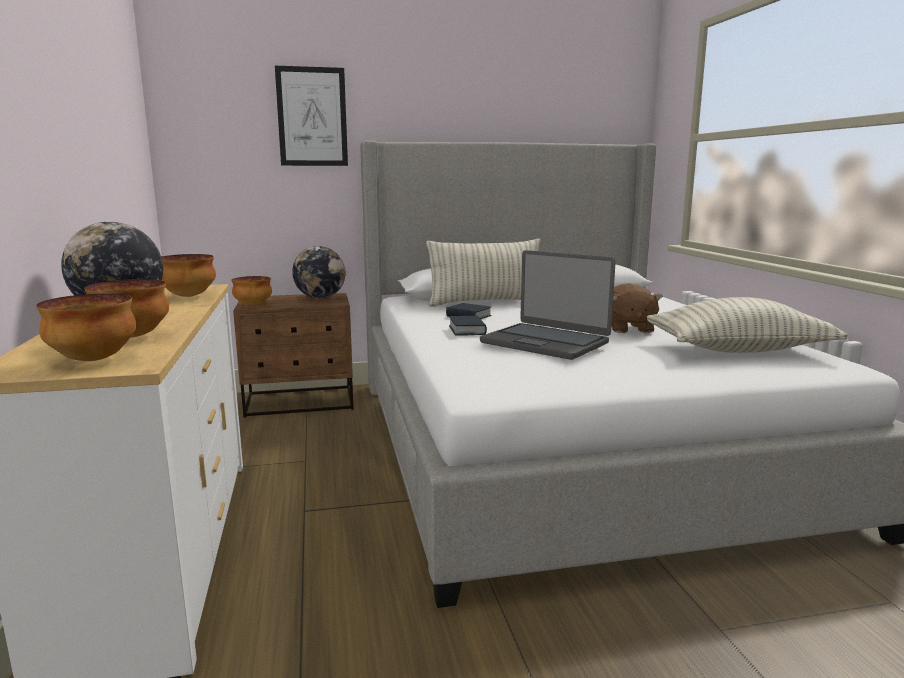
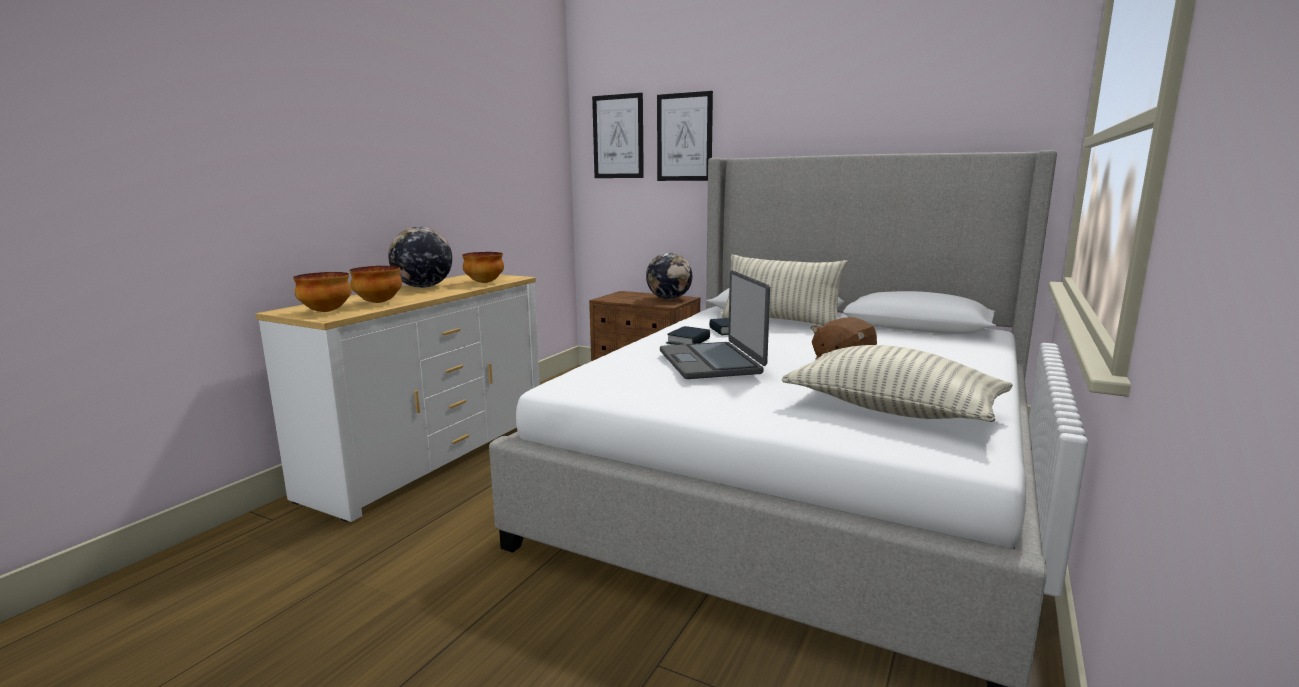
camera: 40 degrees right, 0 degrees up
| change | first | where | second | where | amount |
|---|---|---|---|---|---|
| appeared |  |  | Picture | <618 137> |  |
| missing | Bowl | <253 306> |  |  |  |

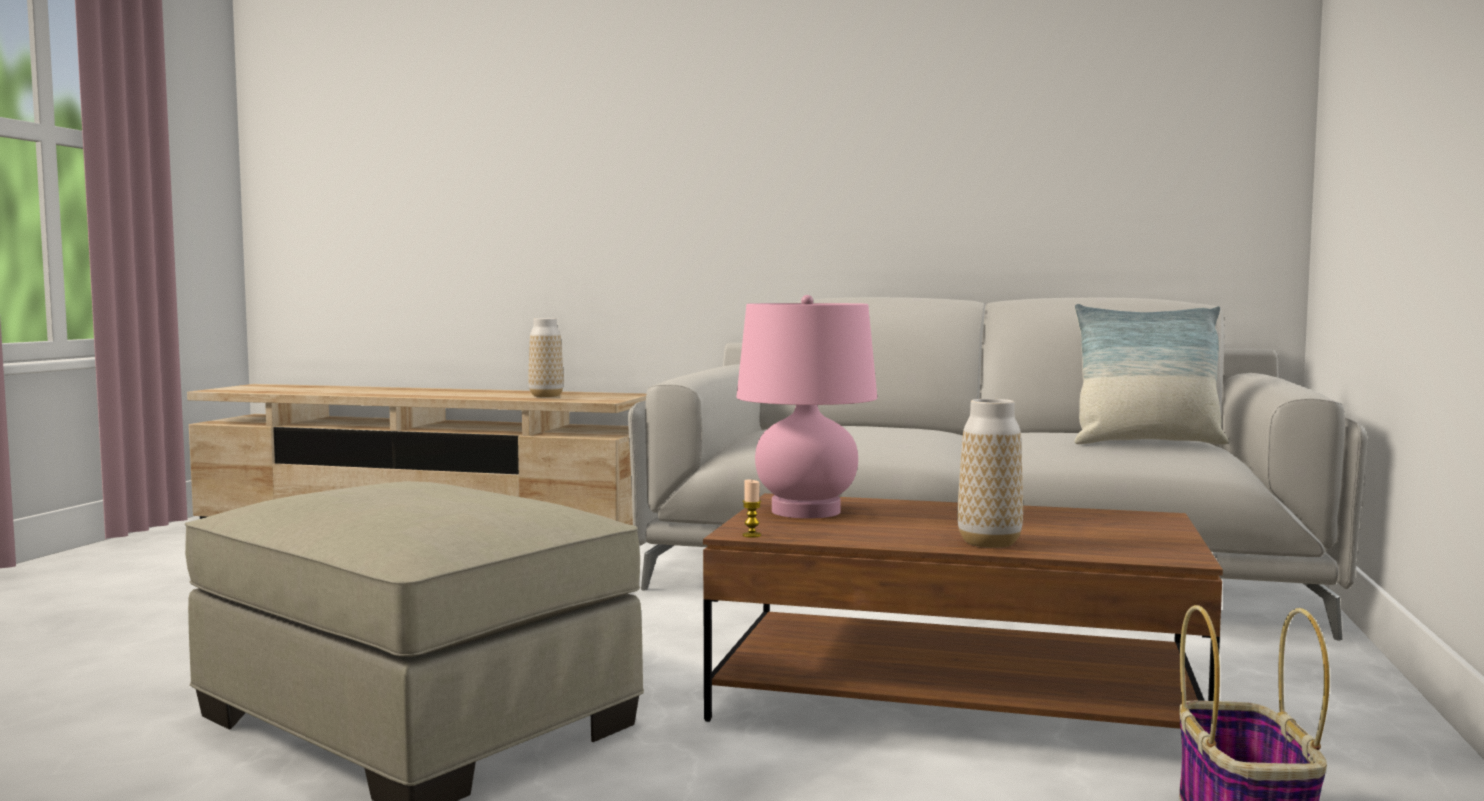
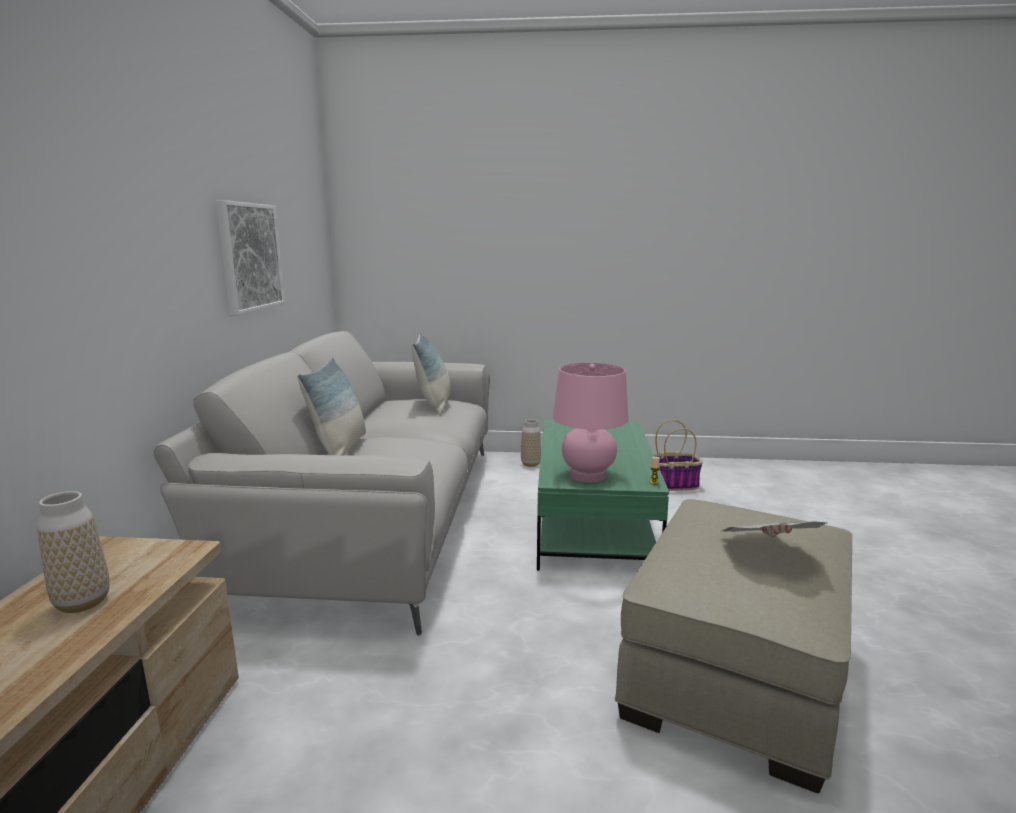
camera: 100 degrees left, 10 degrees up
| change | first | where | second | where | amount |
|---|---|---|---|---|---|
| appeared |  |  | Picture | <250 257> |  |
| appeared |  |  | Cushion | <340 449> |  |
| relocated | DecorativeVase | <989 543> |  | <530 464> |  |
| colour | BrownColouredCoffeeTable | <955 698> | GreenColouredCoffeeTable | <592 521> |  |
| appeared |  |  | Newspaper | <767 551> |  |

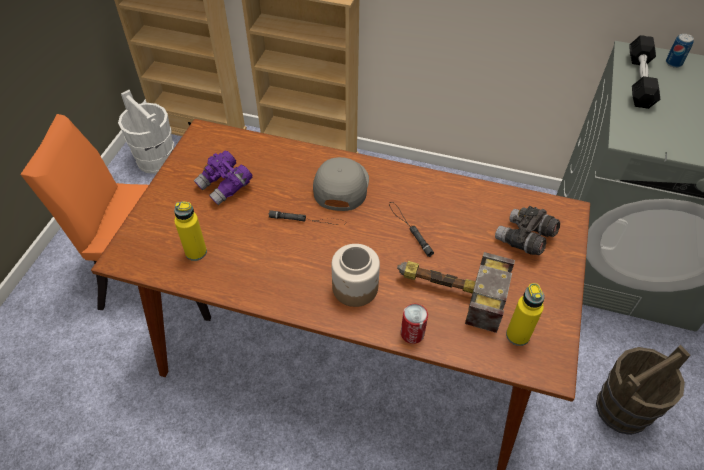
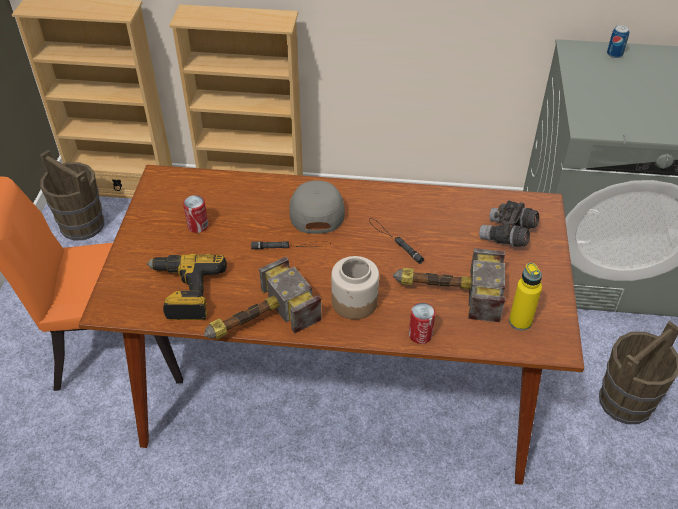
camera: 10 degrees left, 5 degrees down
| change | first | where | second | where | amount |
|---|---|---|---|---|---|
| colour | WhiteColouredWaterBucket | <156 159> | BrownColouredWaterBucket | <82 225> |  |
| exchanged | YellowColouredBottle | <196 252> | ElectricDrill | <185 292> |  |
| exchanged | PurpleColouredFieldGlasses | <225 186> | Can | <198 226> |  |
| appeared |  |  | HandHammer | <256 321> |  |
| missing | BlackColouredHandWeight | <639 80> |  |  |  |

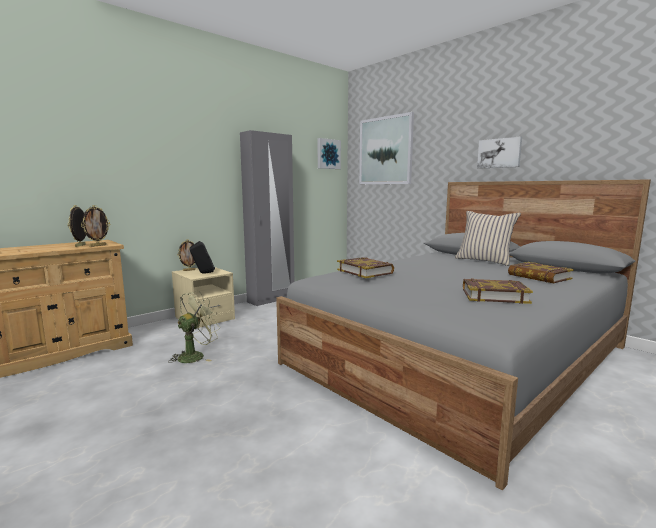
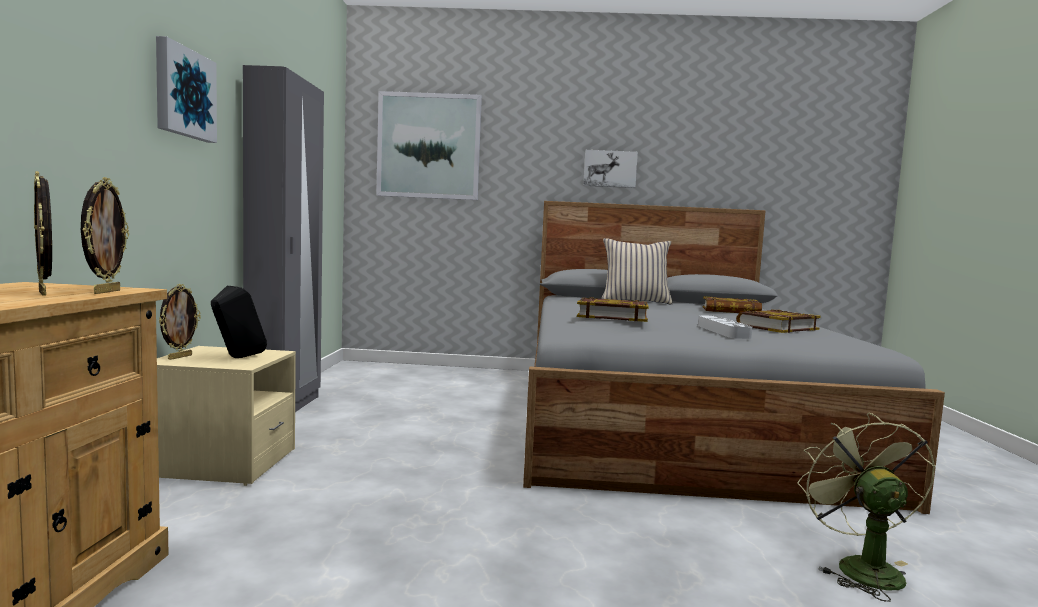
camera: 45 degrees left, 5 degrees down
| change | first | where | second | where | amount |
|---|---|---|---|---|---|
| relocated | Picture | <328 154> |  | <183 93> |  |
| appeared |  |  | GrayCarryingTray | <723 331> |  |
| relocated | GreenColouredCoolingFan | <195 356> |  | <859 567> |  |

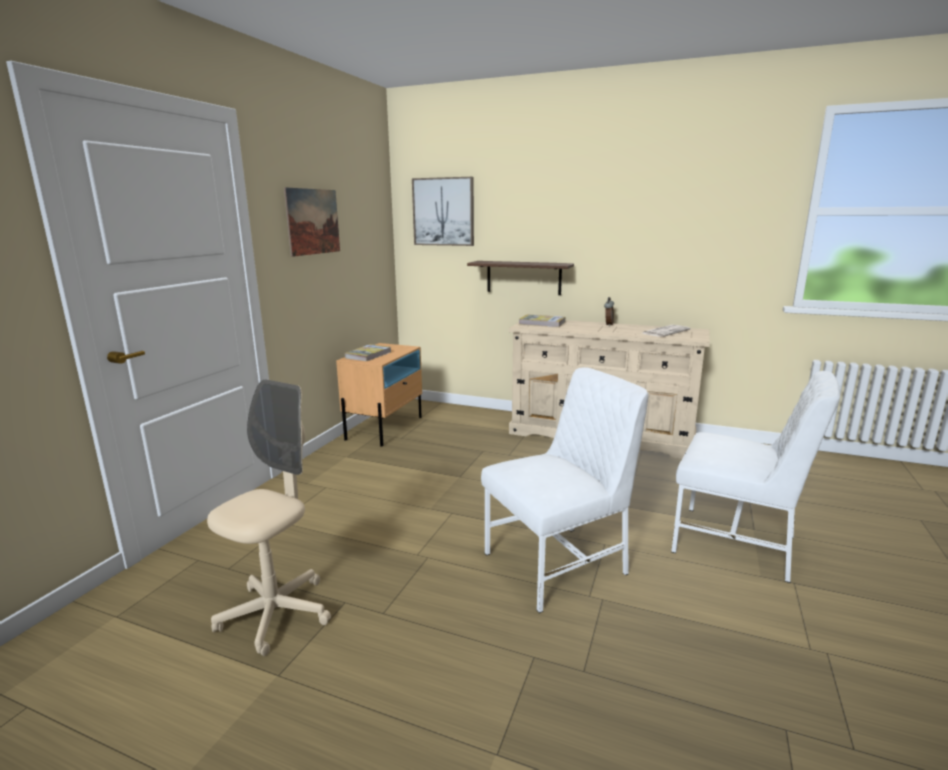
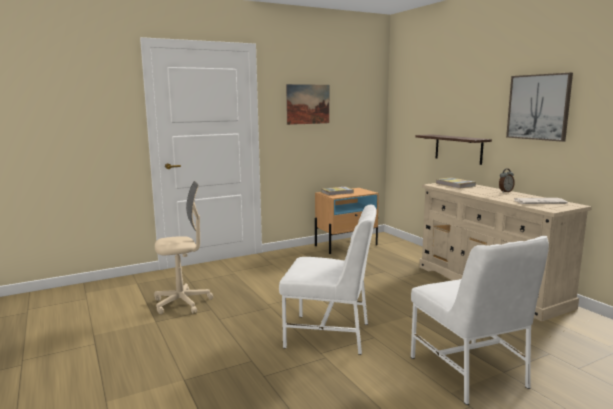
camera: 40 degrees right, 5 degrees down
| change | first | where | second | where | amount |
|---|---|---|---|---|---|
| relocated | Picture | <443 212> |  | <538 107> |  |

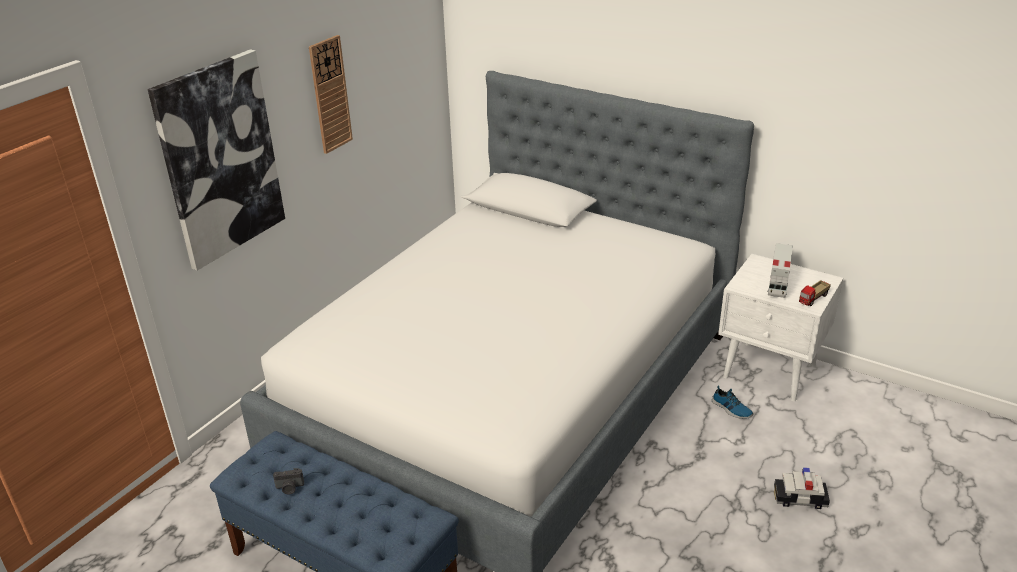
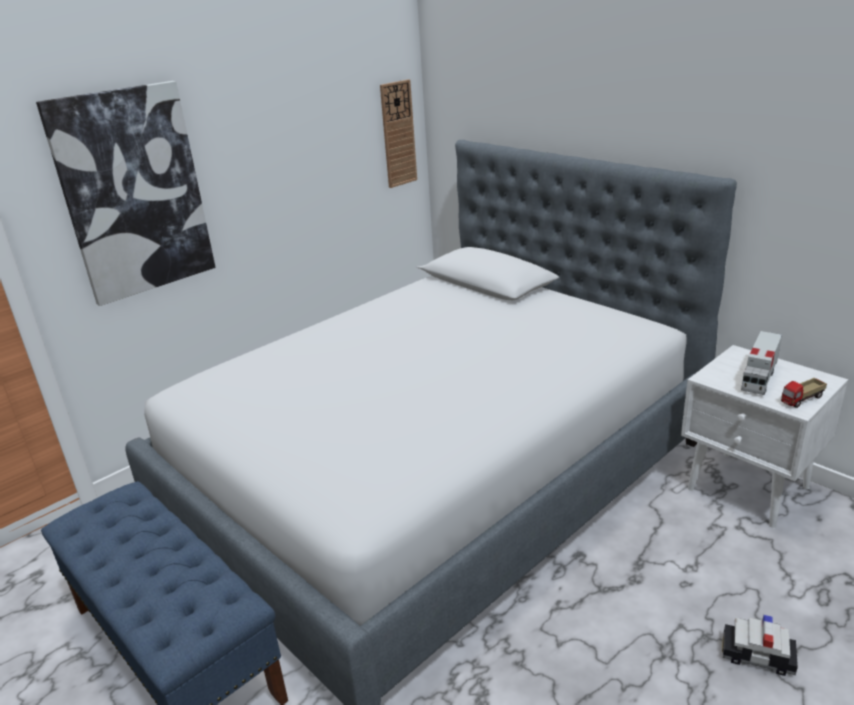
camera: 15 degrees right, 5 degrees down
| change | first | where | second | where | amount |
|---|---|---|---|---|---|
| relocated | ClockOnTheWall | <330 95> |  | <398 134> |  |
| missing | PhotoCamera | <289 488> |  |  |  |
| missing | LowShoe | <731 409> |  |  |  |

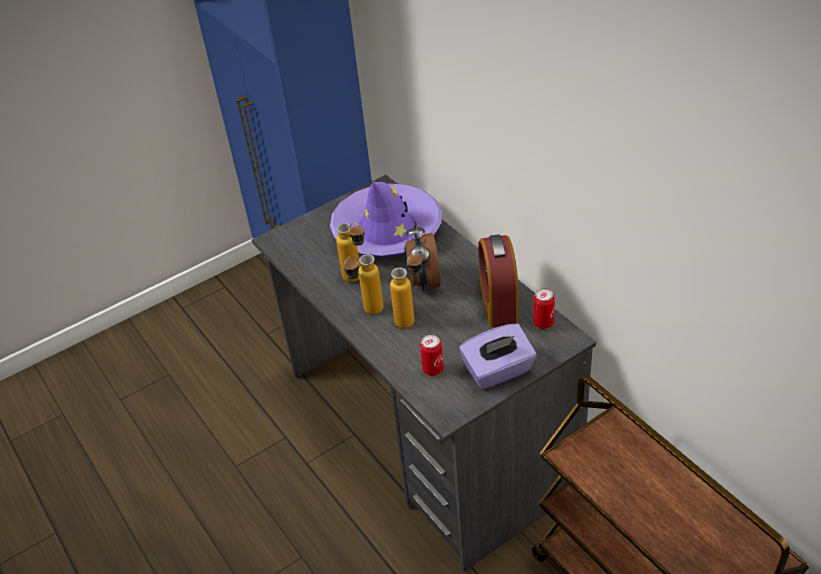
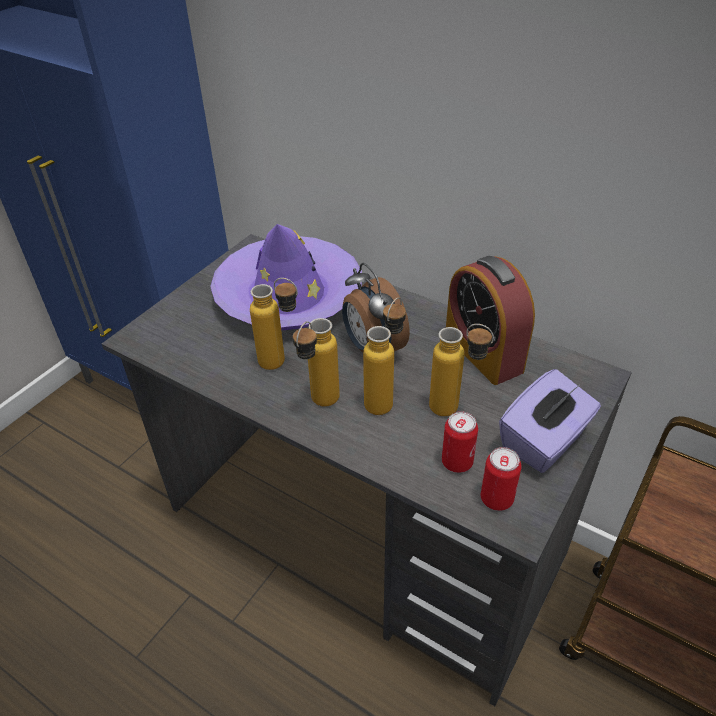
camera: 25 degrees left, 0 degrees up
| change | first | where | second | where | amount |
|---|---|---|---|---|---|
| appeared |  |  | Bottle | <455 411> |  |
| relocated | Can | <543 323> |  | <496 499> |  |

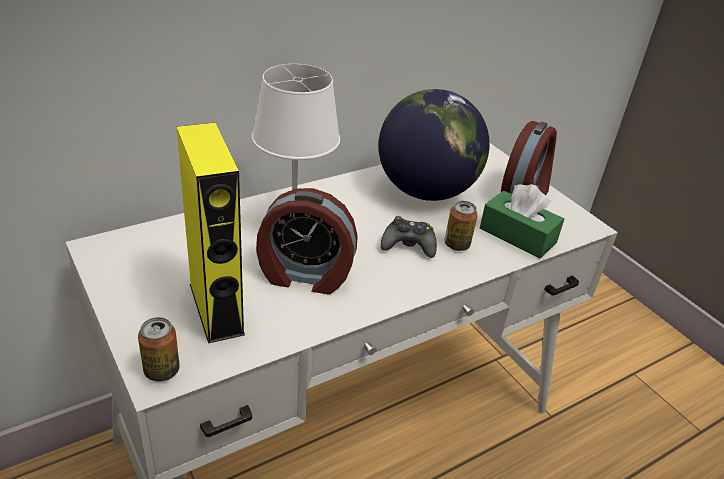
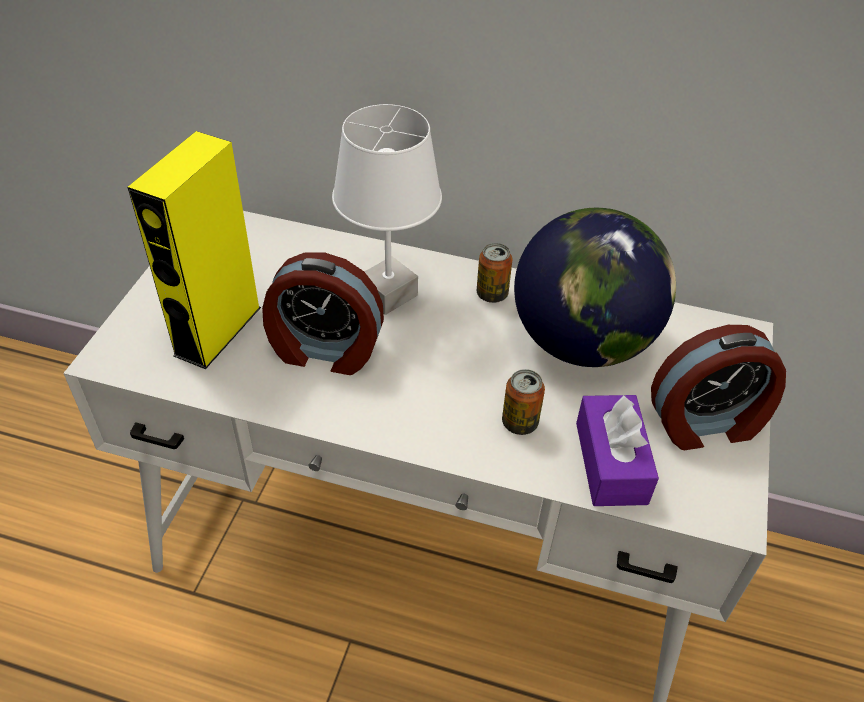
camera: 50 degrees right, 10 degrees up
| change | first | where | second | where | amount |
|---|---|---|---|---|---|
| spun | AlarmClock | <305 276> |  | <325 351> | 45 degrees counterclockwise |
| relocated | Can | <162 371> |  | <492 294> |  |
| colour | GreenColouredTissueBox | <517 235> | PurpleColouredTissueBox | <611 462> |  |
| missing | BlackColouredGameController | <408 245> |  |  |  |

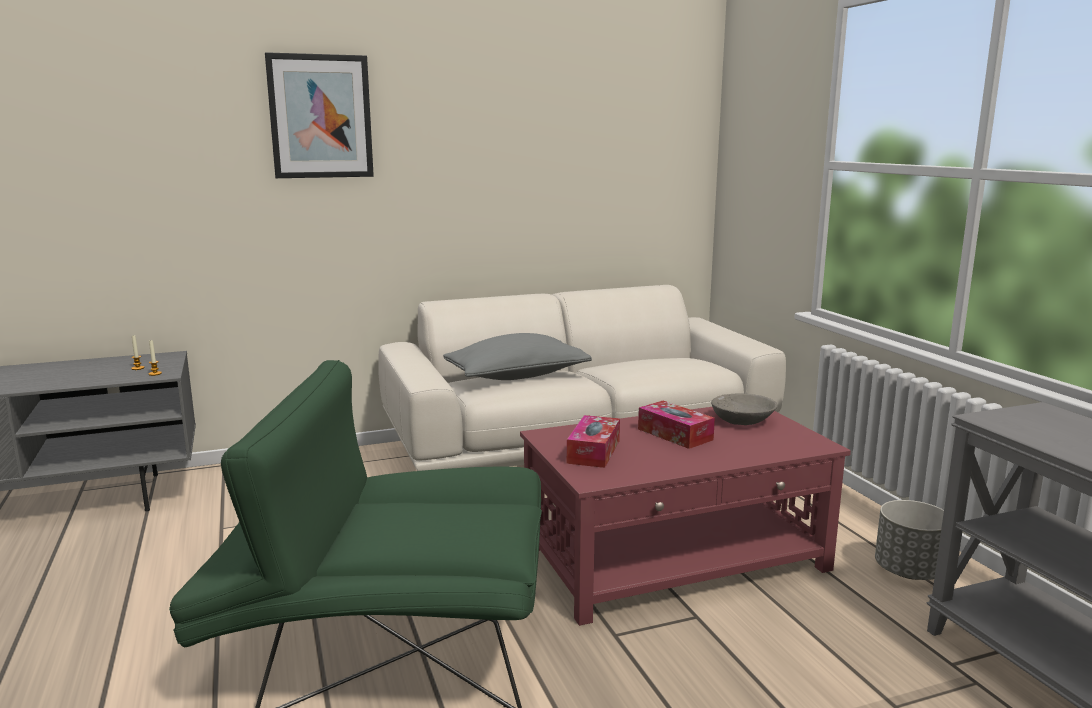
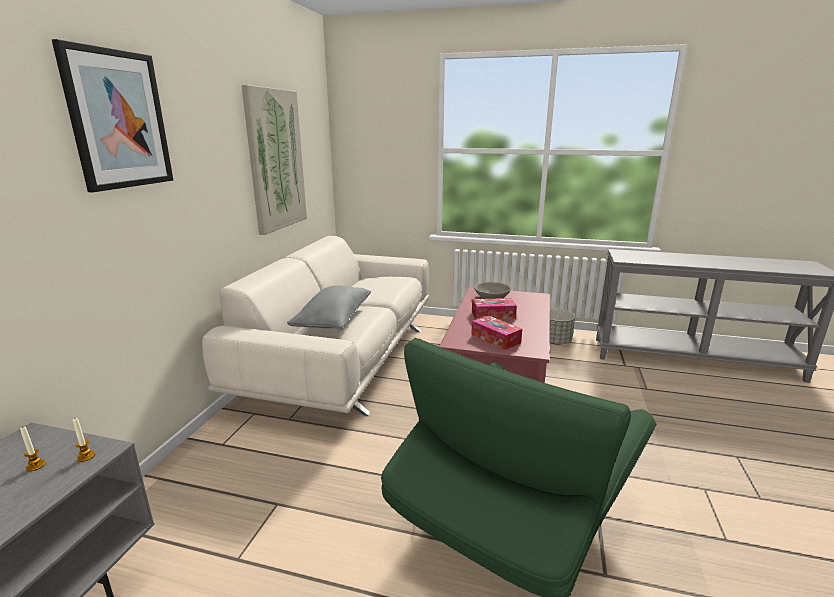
camera: 55 degrees left, 5 degrees up
| change | first | where | second | where | amount |
|---|---|---|---|---|---|
| appeared |  |  | Picture | <276 160> |  |

